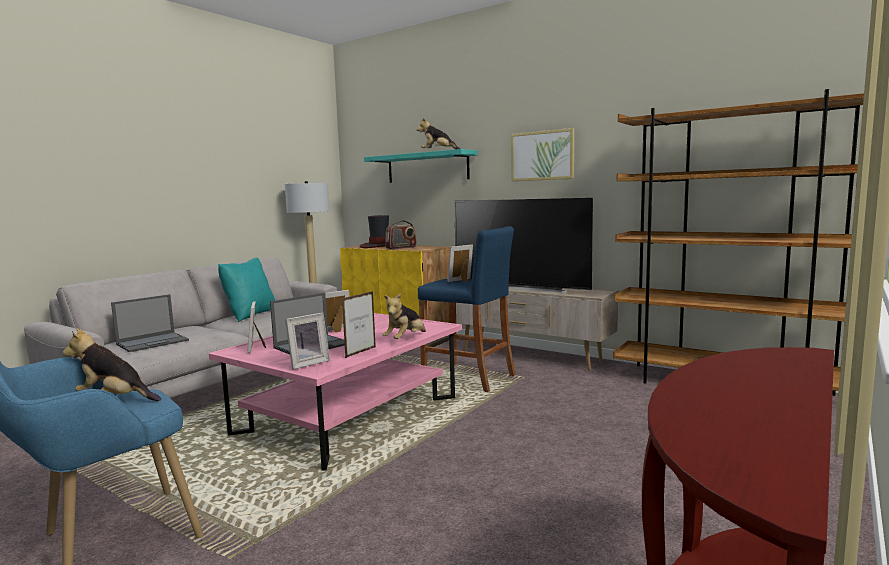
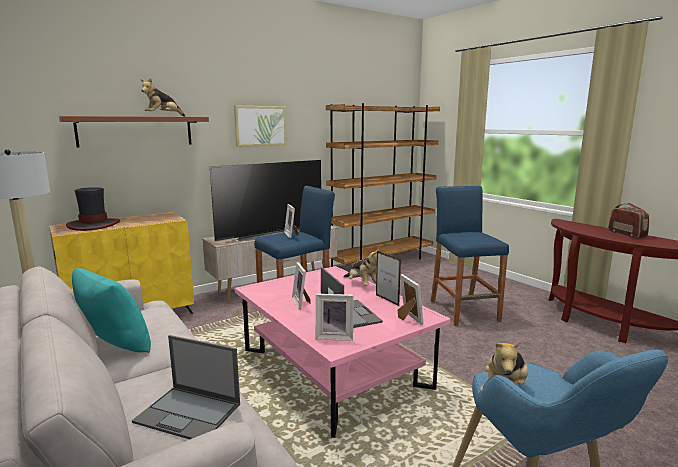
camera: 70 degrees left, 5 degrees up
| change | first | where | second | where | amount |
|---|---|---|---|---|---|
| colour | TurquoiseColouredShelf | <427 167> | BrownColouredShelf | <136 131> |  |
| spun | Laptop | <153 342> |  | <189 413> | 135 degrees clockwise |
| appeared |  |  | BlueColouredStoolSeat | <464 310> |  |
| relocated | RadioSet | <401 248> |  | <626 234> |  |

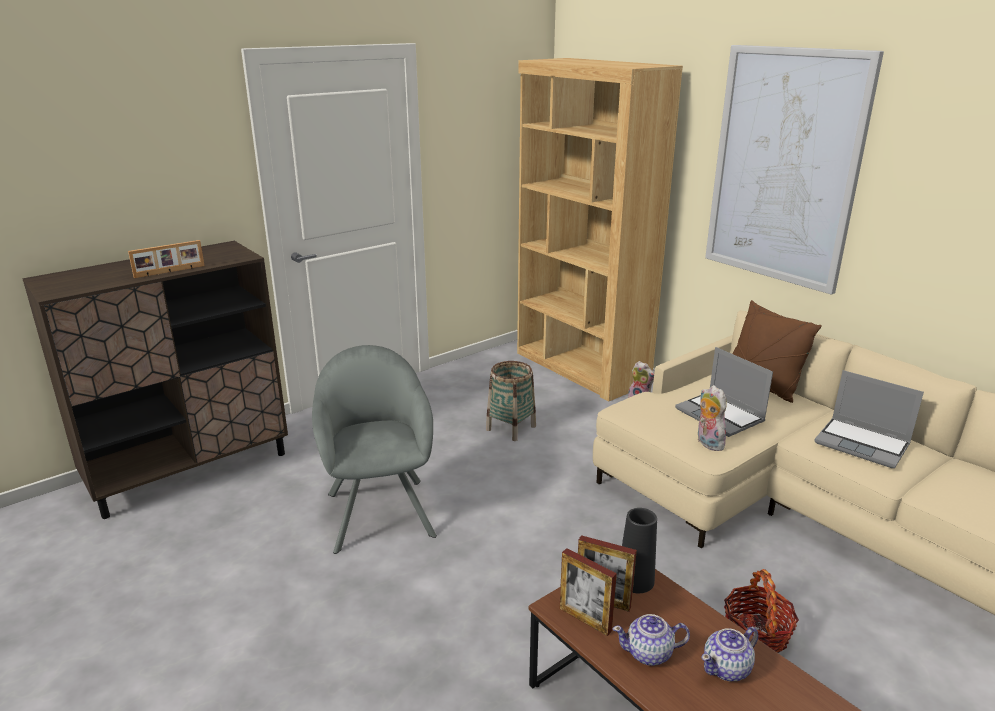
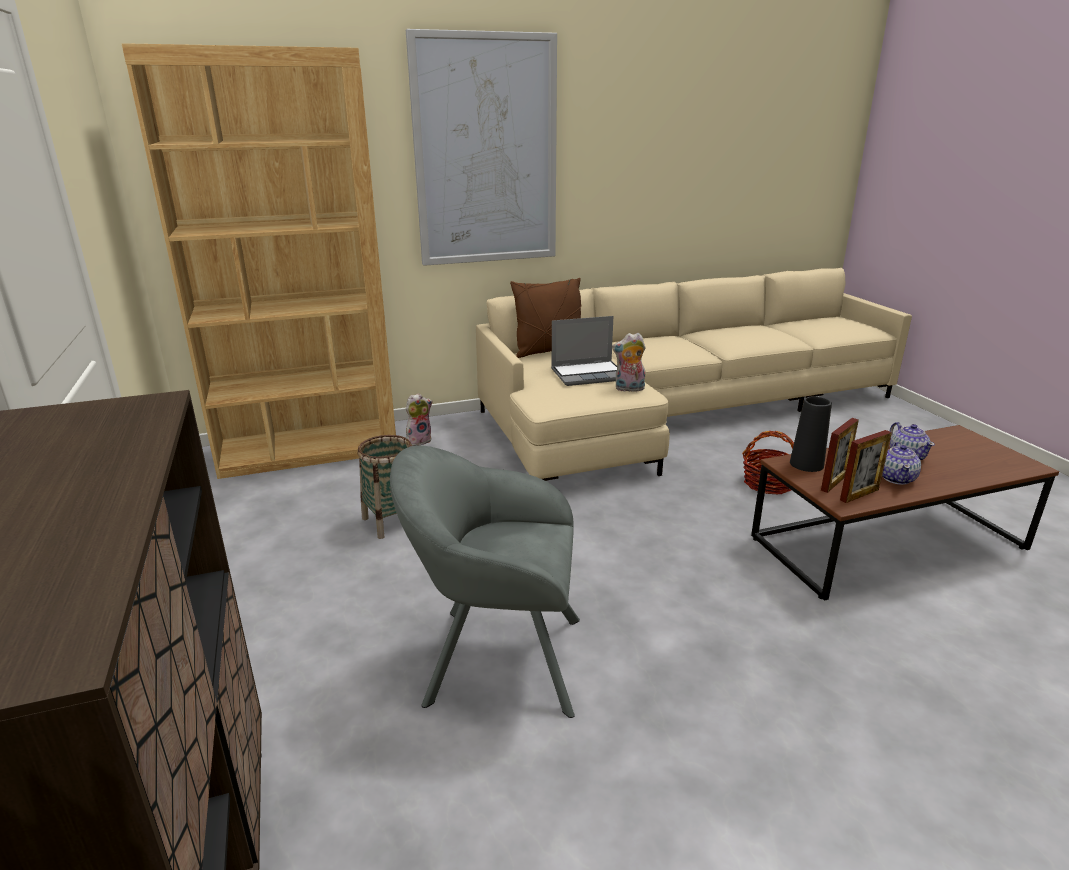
camera: 70 degrees left, 0 degrees up
| change | first | where | second | where | amount |
|---|---|---|---|---|---|
| missing | PictureFrame | <170 272> |  |  |  |
| missing | Laptop | <863 444> |  |  |  |

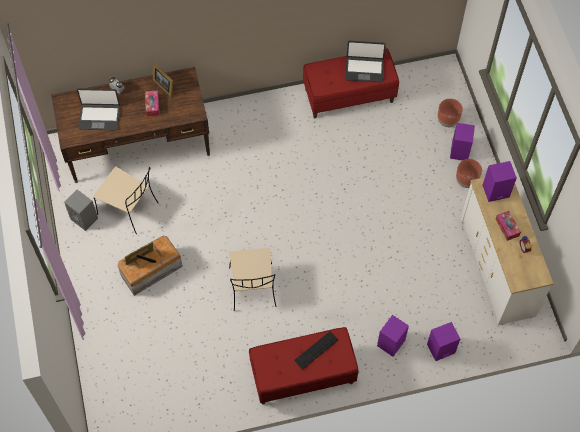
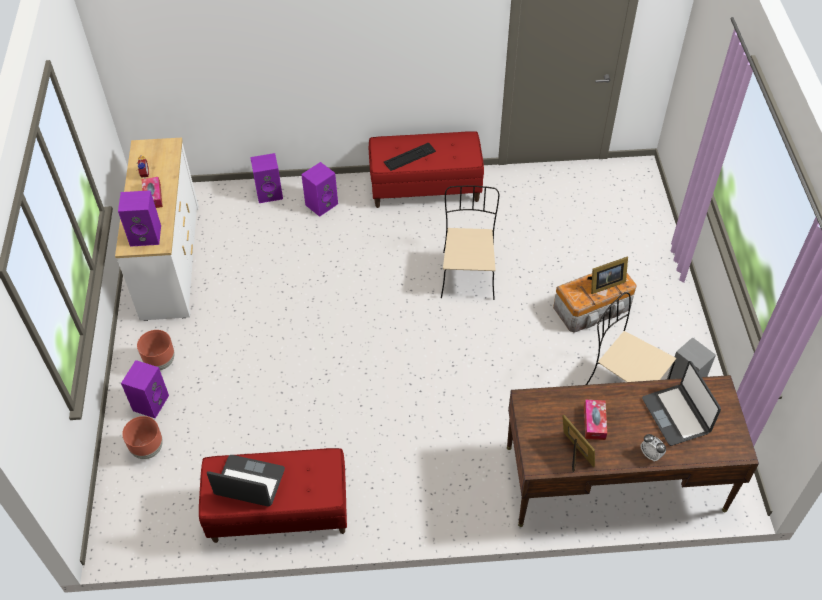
camera: 170 degrees left, 10 degrees down
| change | first | where | second | where | amount |
|---|---|---|---|---|---|
| spun | Laptop | <99 117> |  | <676 415> | 120 degrees counterclockwise |

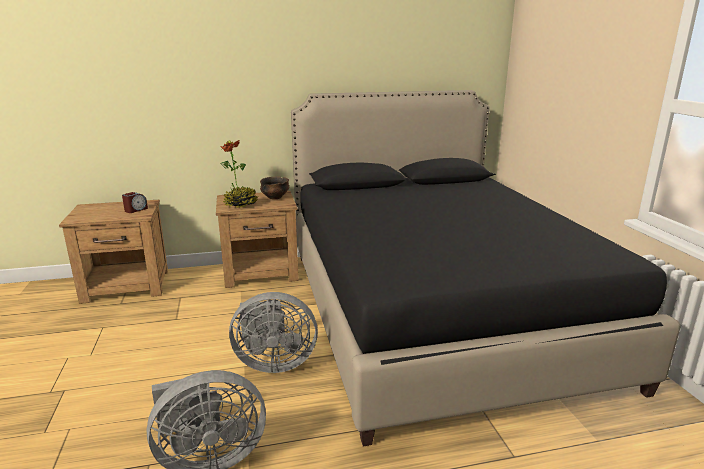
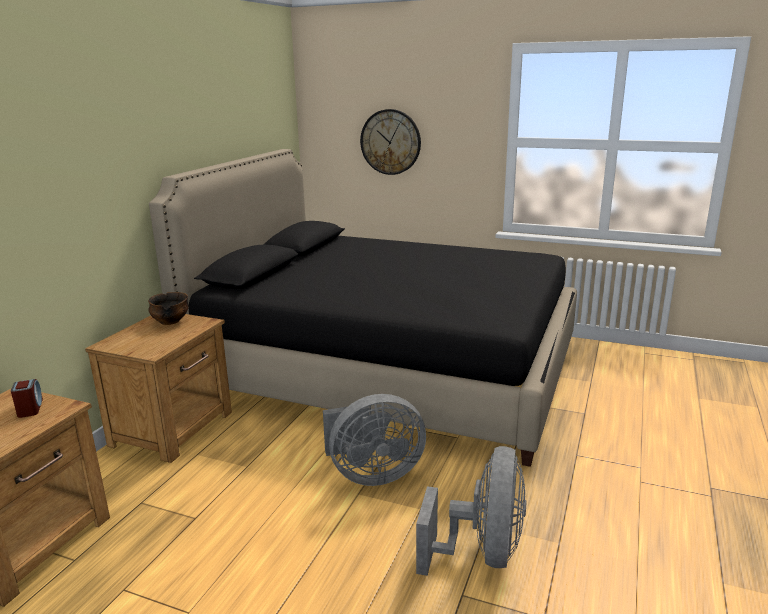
camera: 55 degrees left, 0 degrees up
| change | first | where | second | where | amount |
|---|---|---|---|---|---|
| spun | GrayCoolingFan | <273 363> |  | <372 474> | 45 degrees clockwise |
| appeared |  |  | ClockOnTheWall | <390 142> |  |
| missing | Houseplant | <240 205> |  |  |  |

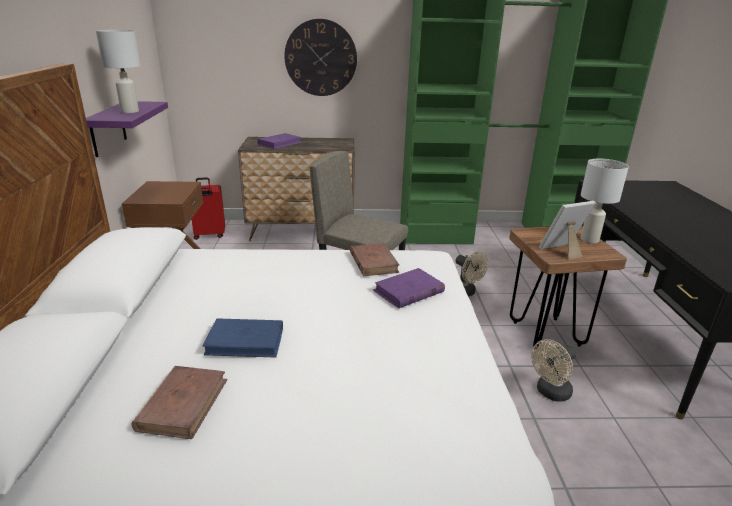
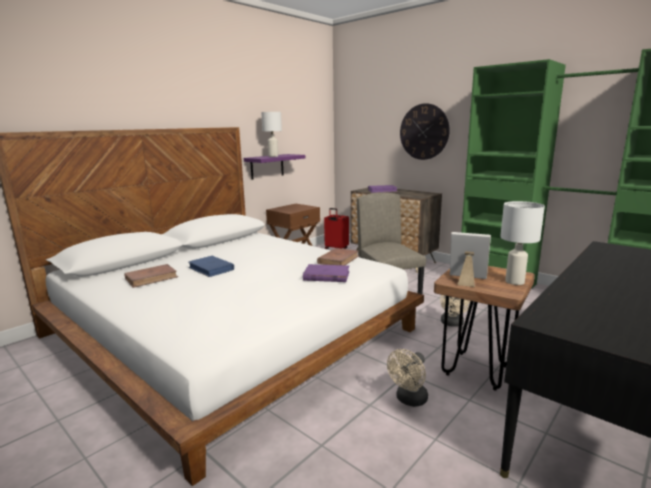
camera: 45 degrees right, 10 degrees down
| change | first | where | second | where | amount |
|---|---|---|---|---|---|
| spun | SandColouredCoolingFan | <550 393> |  | <409 400> | 60 degrees counterclockwise |

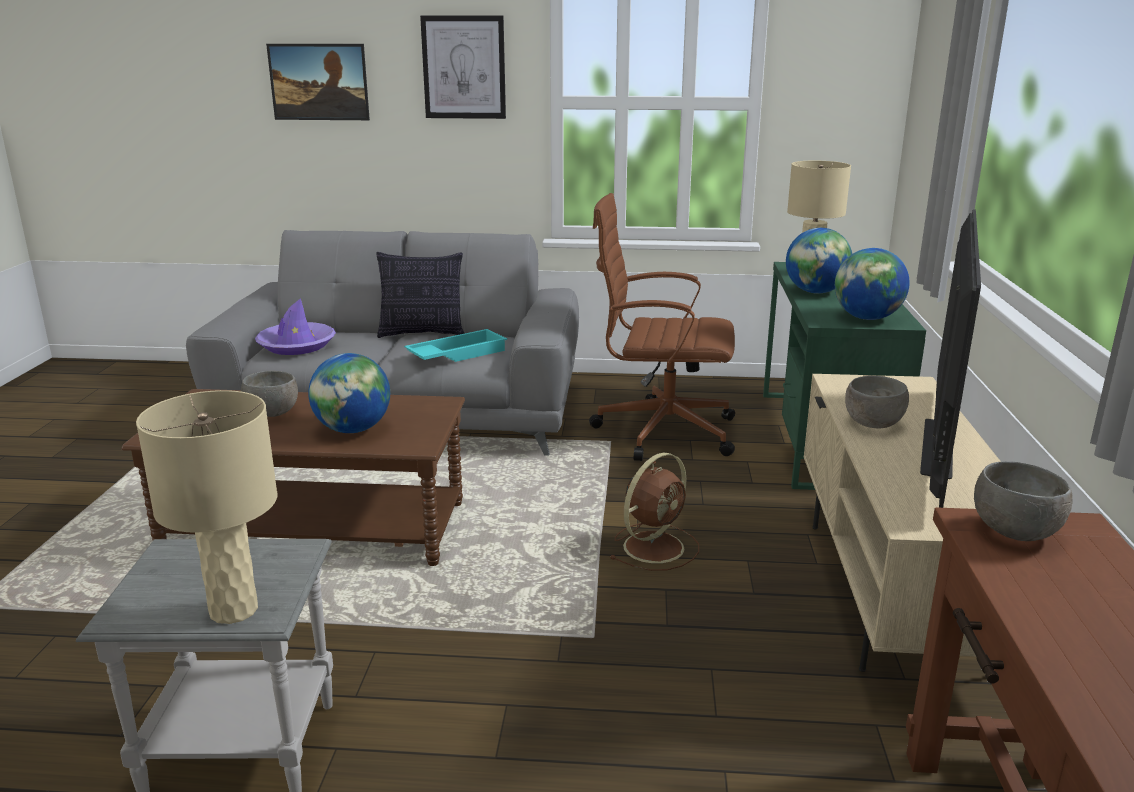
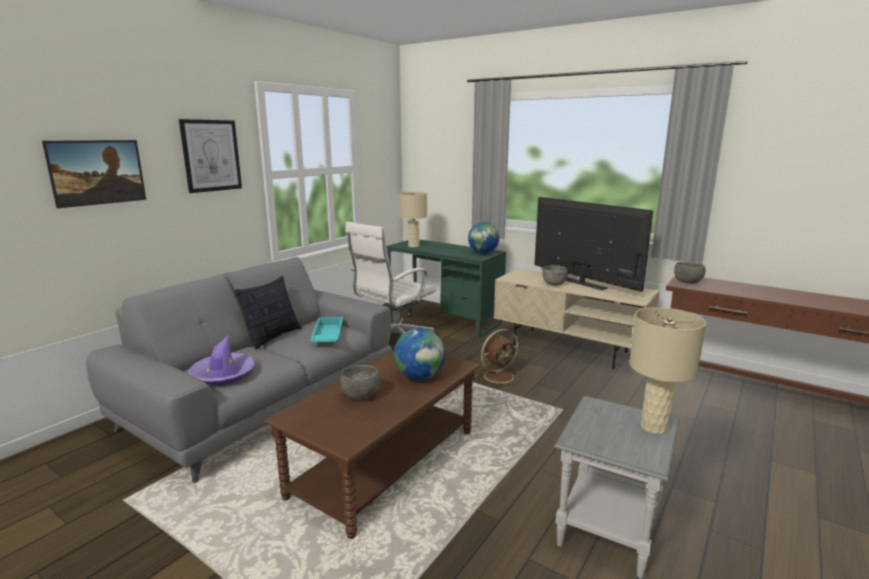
camera: 60 degrees left, 5 degrees down
| change | first | where | second | where | amount |
|---|---|---|---|---|---|
| colour | BrownColouredOfficeChair | <661 431> | WhiteColouredOfficeChair | <393 343> |  |
| spun | BrownColouredCoolingFan | <655 546> |  | <500 376> | 75 degrees clockwise |
| missing | DeskGlobe | <815 292> |  |  |  |

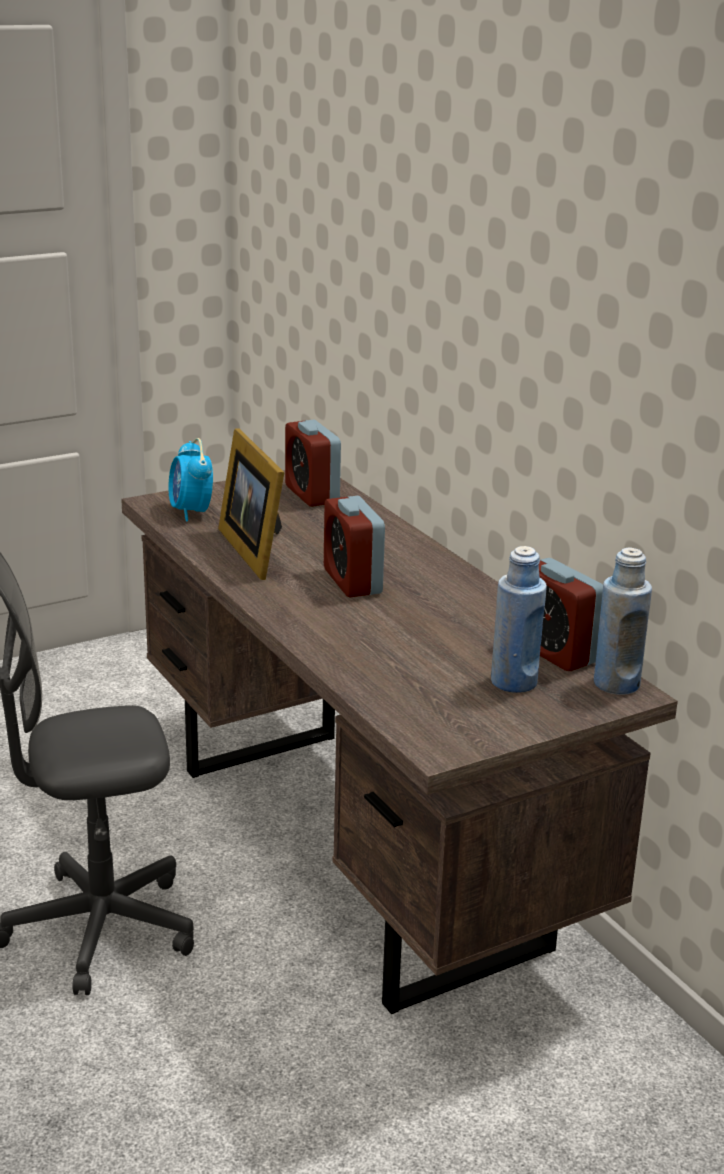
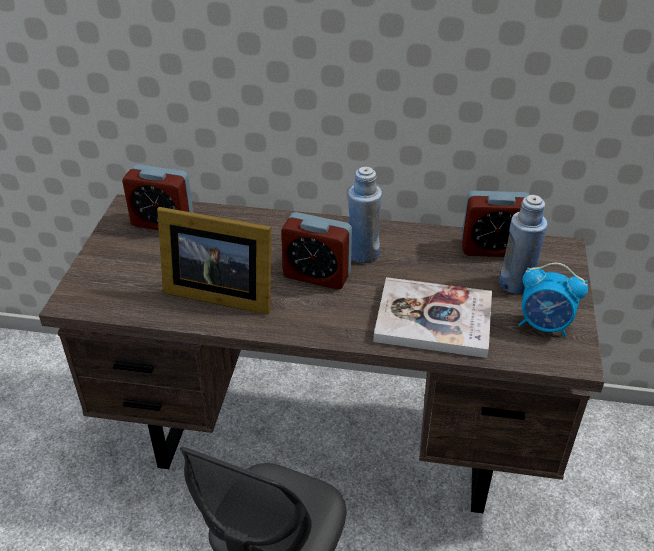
camera: 50 degrees left, 15 degrees up
| change | first | where | second | where | amount |
|---|---|---|---|---|---|
| relocated | BlueColouredBottle | <616 684> |  | <363 254> |  |
| appeared |  |  | Volume | <433 320> |  |
| relocated | AlarmClock | <191 512> |  | <544 325> |  |

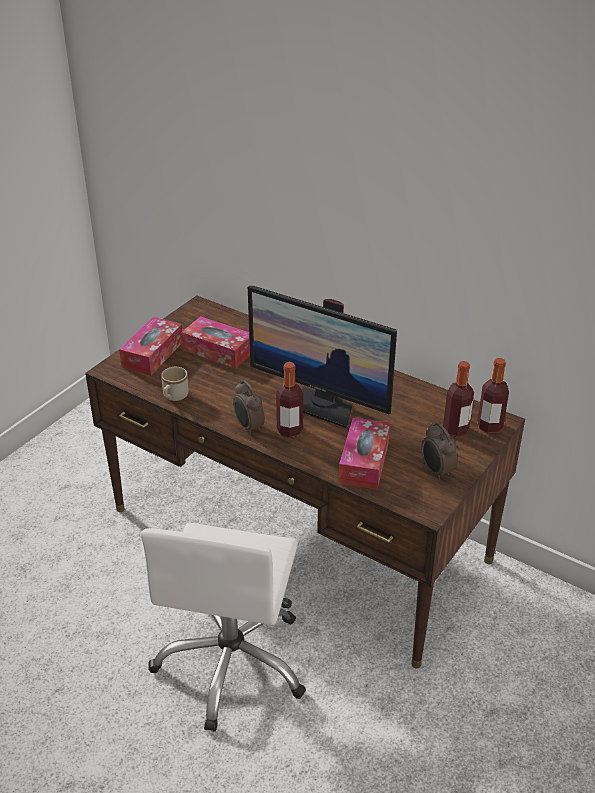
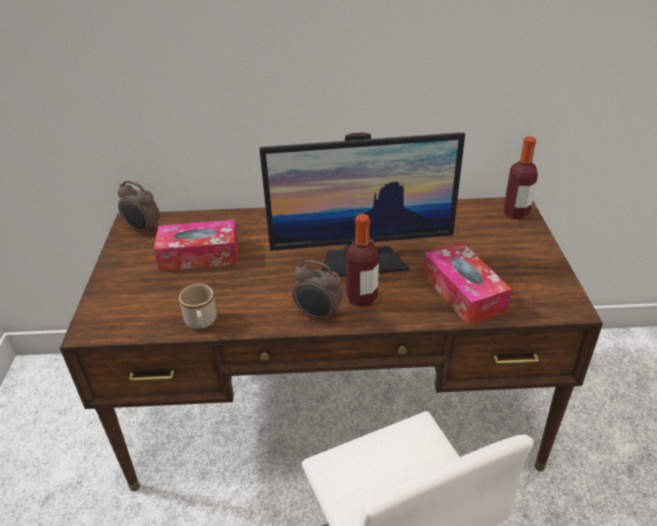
camera: 35 degrees left, 0 degrees up
| change | first | where | second | where | amount |
|---|---|---|---|---|---|
| relocated | AlarmClock | <436 471> |  | <143 230> |  |
| missing | TissueBox | <153 354> |  |  |  |
| missing | Bottle | <455 429> |  |  |  |

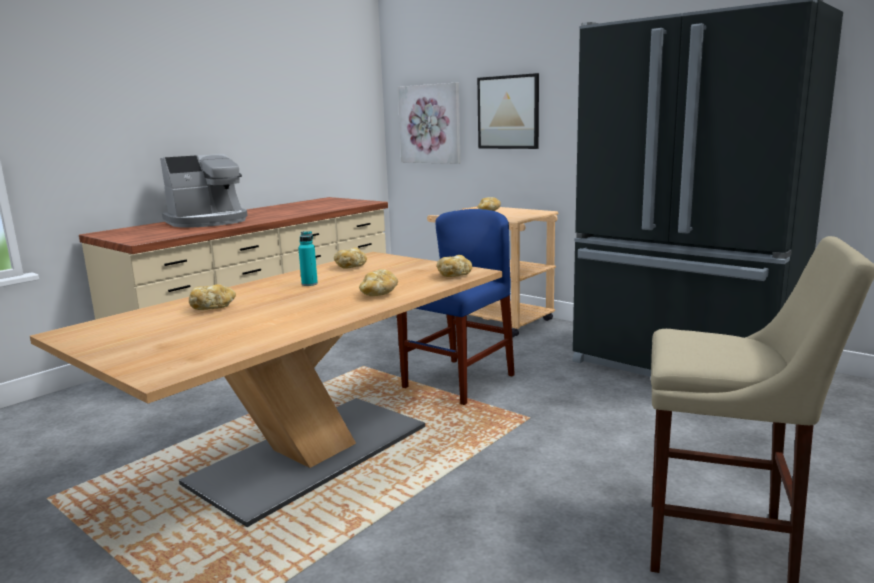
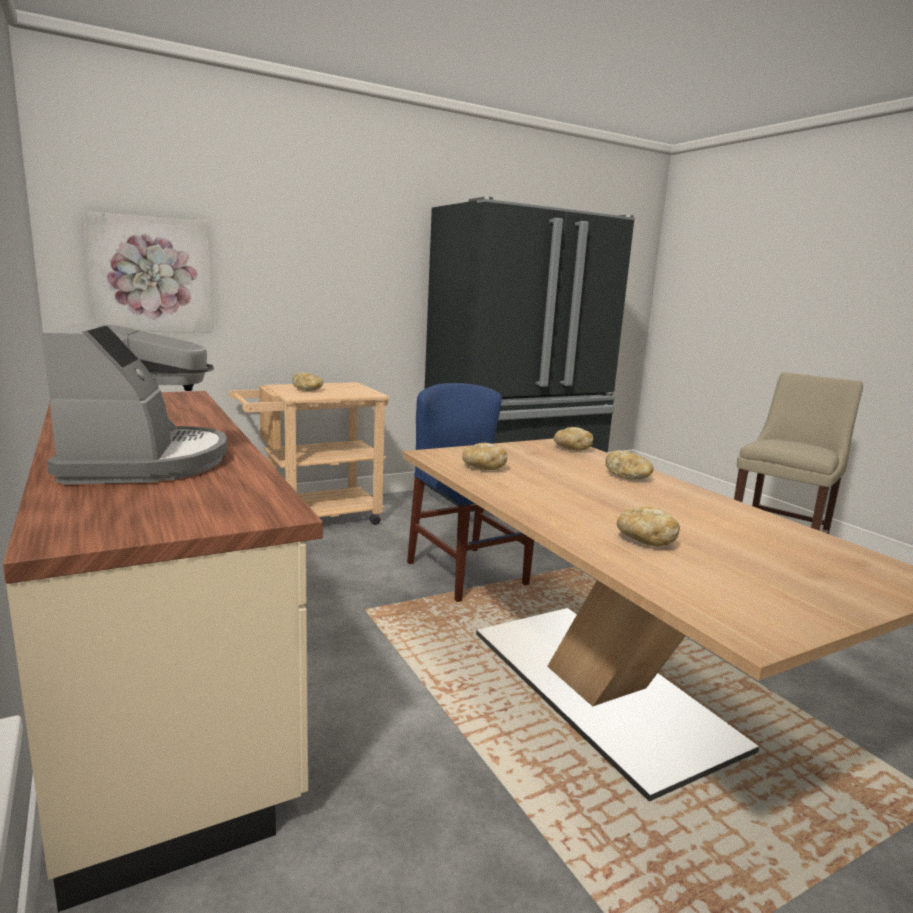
camera: 70 degrees left, 0 degrees up
| change | first | where | second | where | amount |
|---|---|---|---|---|---|
| missing | TurquoiseColouredBottle | <309 284> |  |  |  |
| missing | Picture | <508 112> |  |  |  |

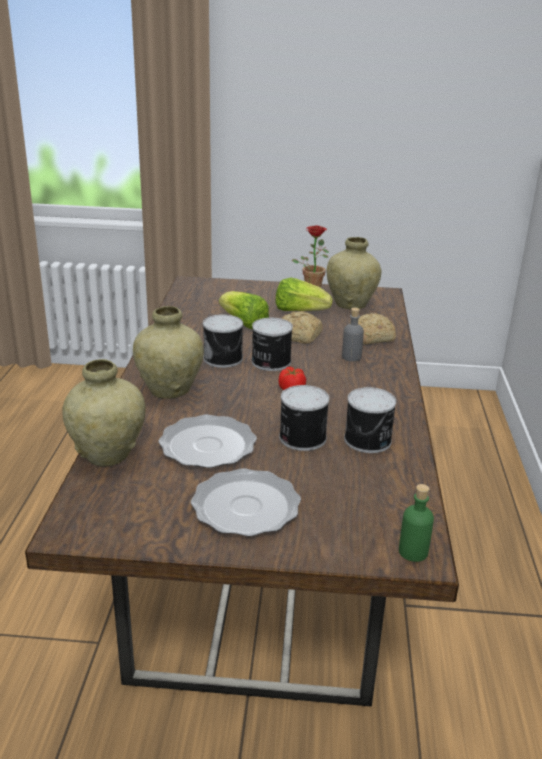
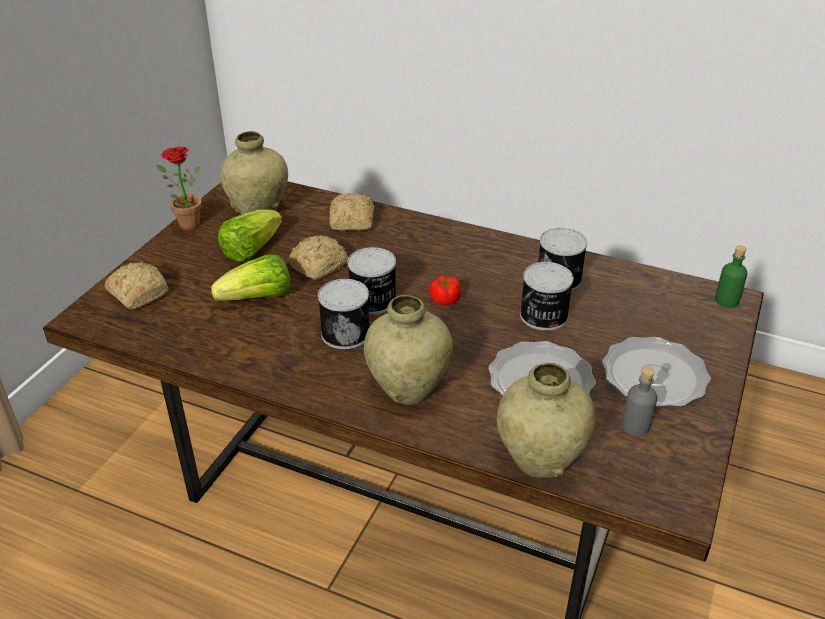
camera: 70 degrees left, 10 degrees up
| change | first | where | second | where | amount |
|---|---|---|---|---|---|
| appeared |  |  | Bread | <138 293> |  |
| relocated | GrayBottle | <351 357> |  | <635 426> |  |

